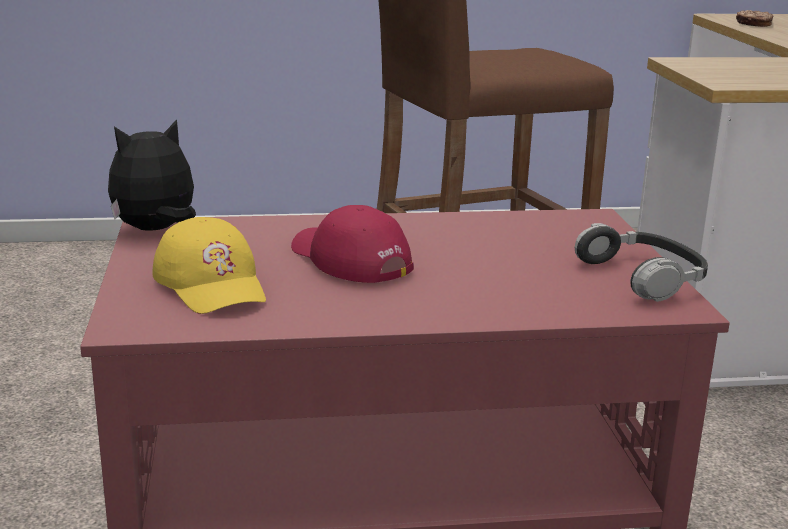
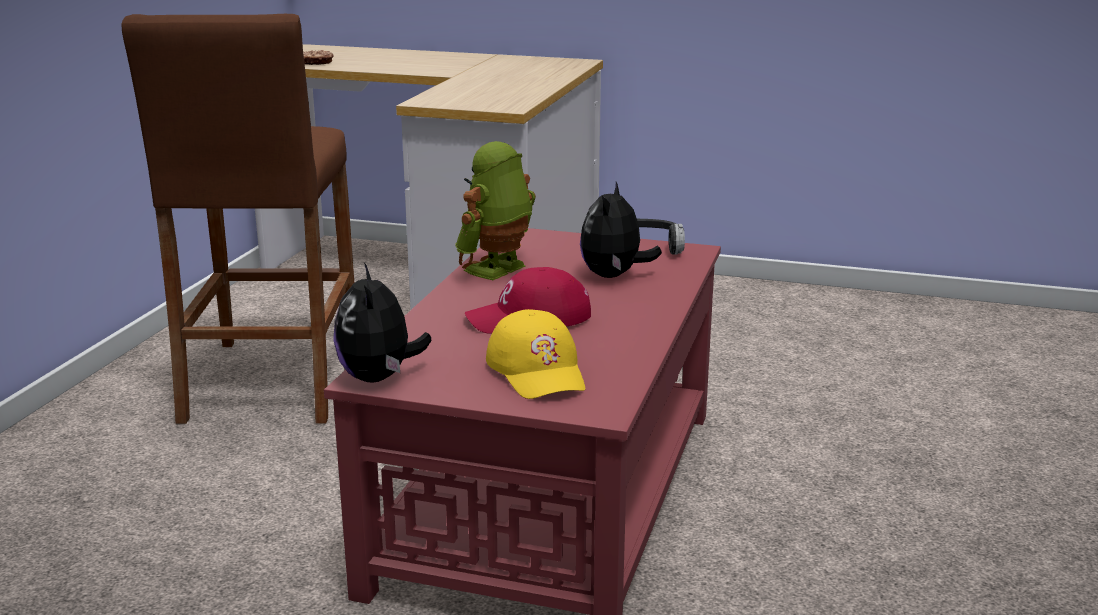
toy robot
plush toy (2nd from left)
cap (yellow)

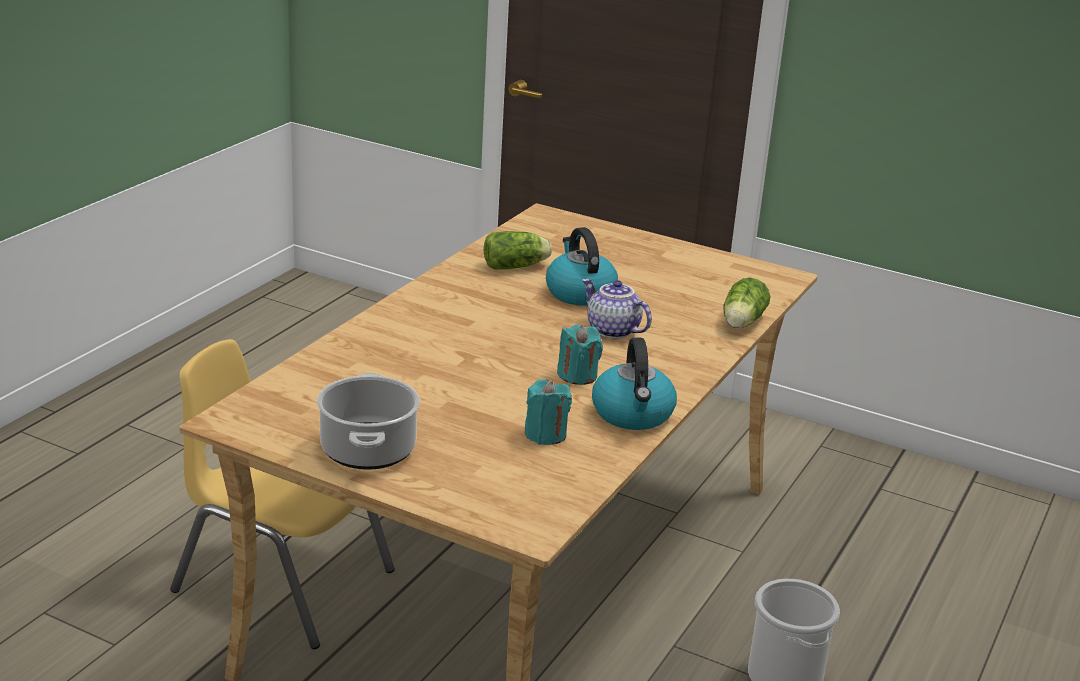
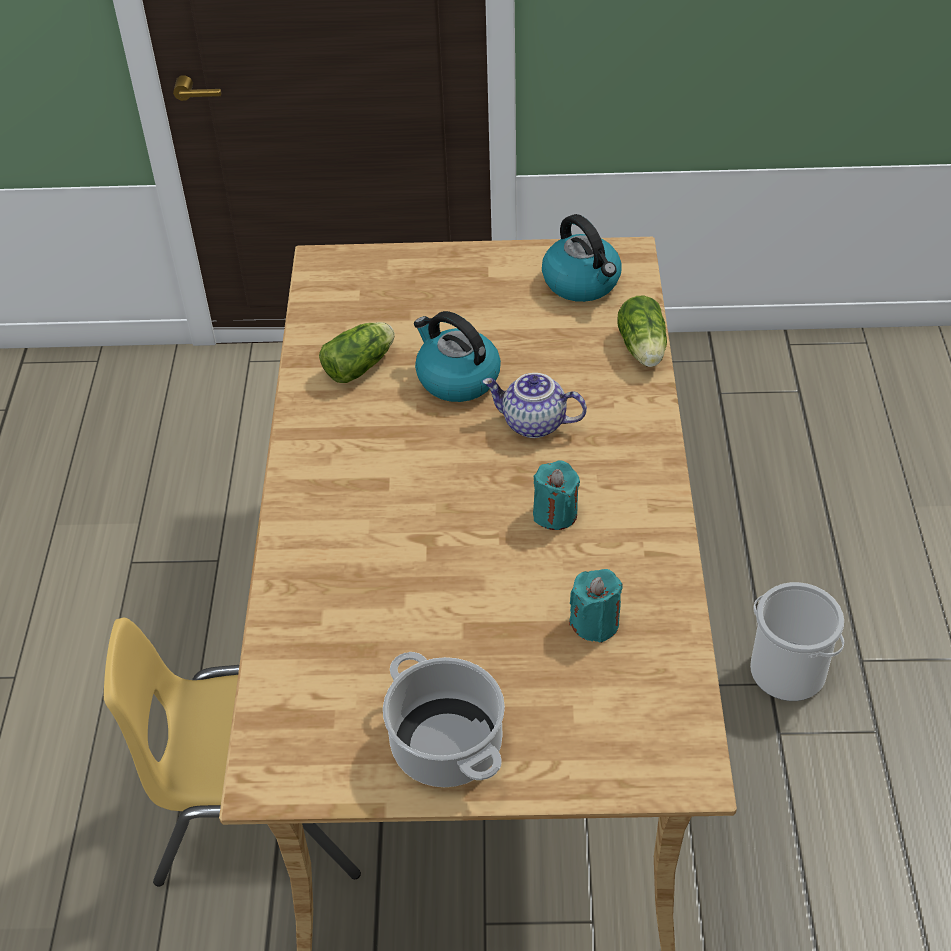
kettle (2nd from left)

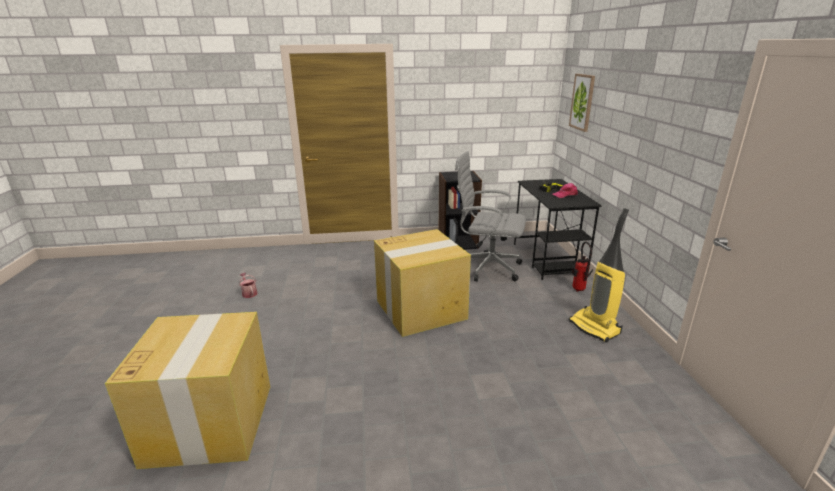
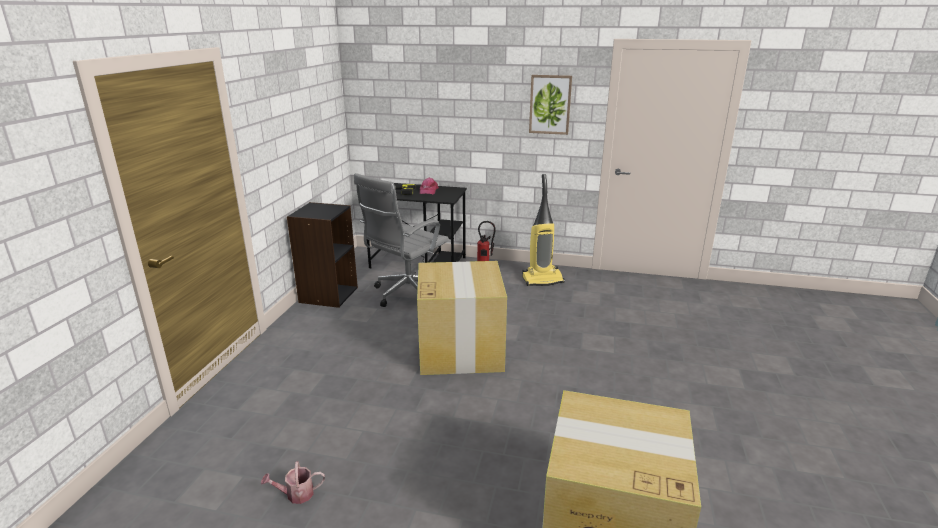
picture

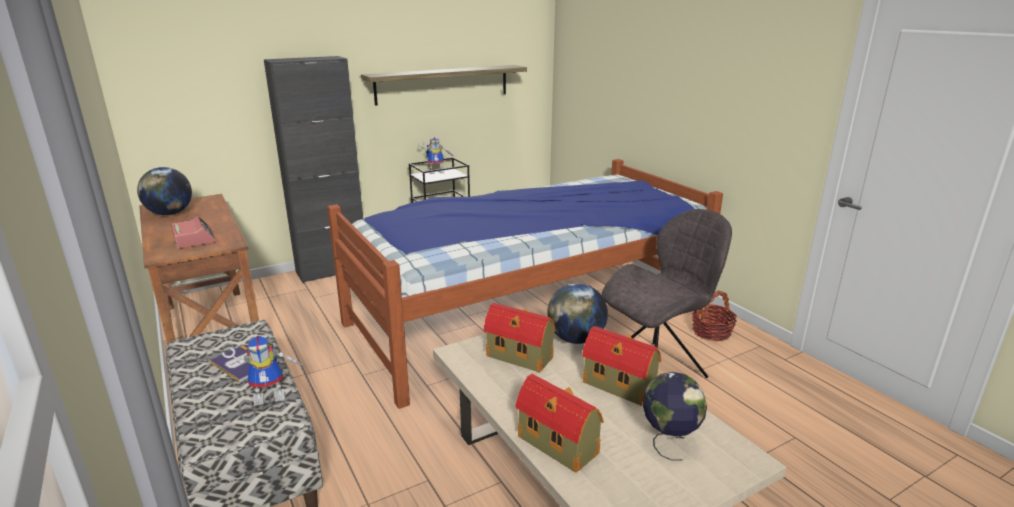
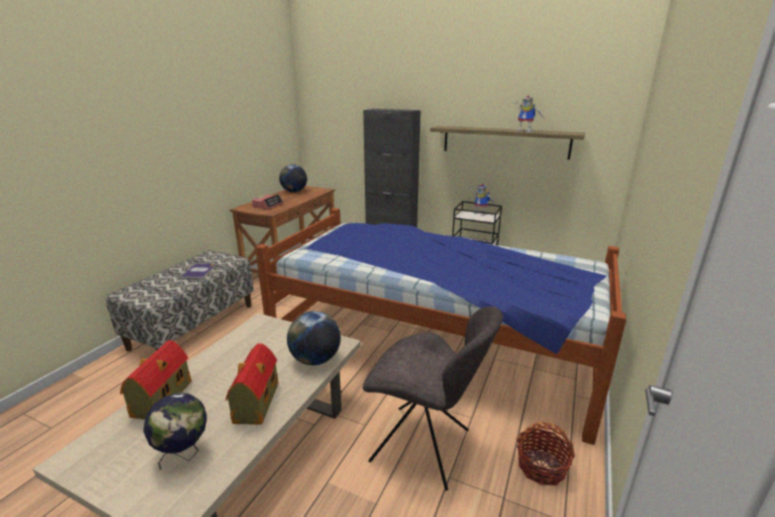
toy house (1st from left in the first image)
toy robot (2nd from left)

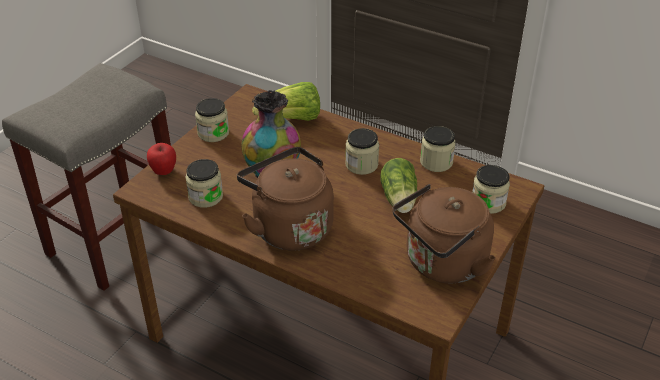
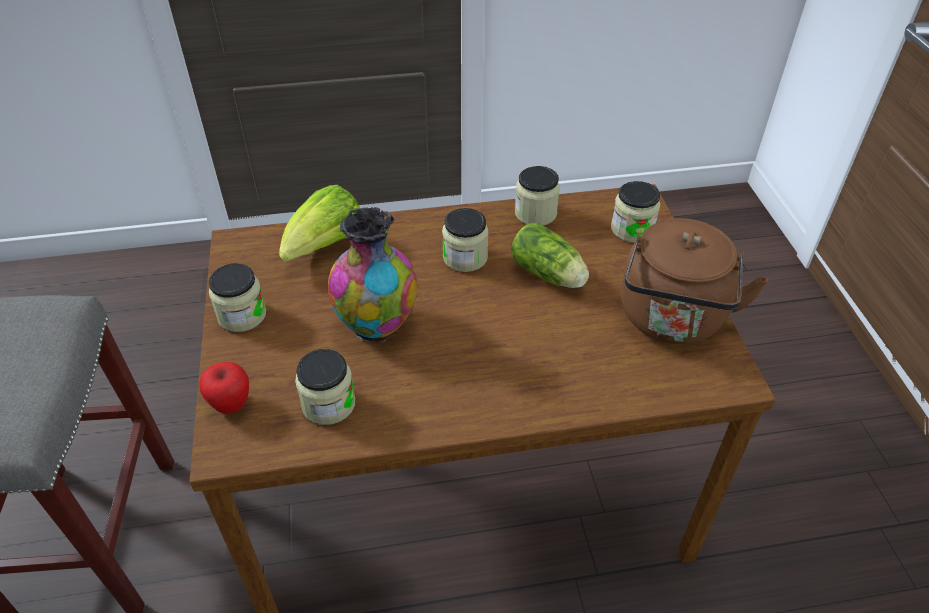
kettle (brown) (1st from left in the first image)

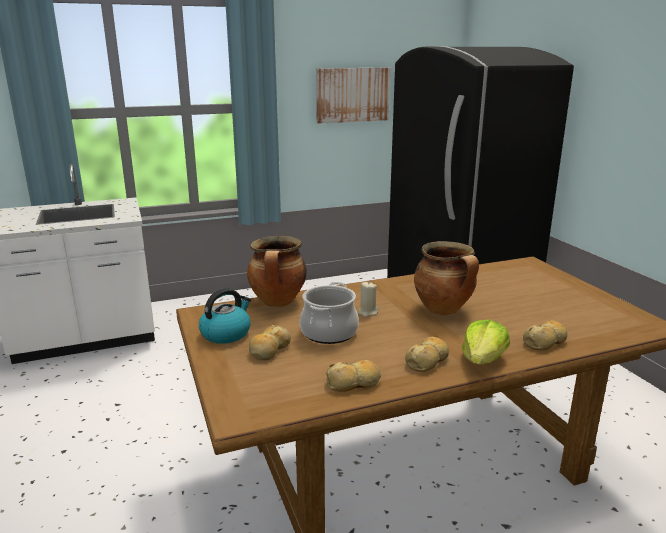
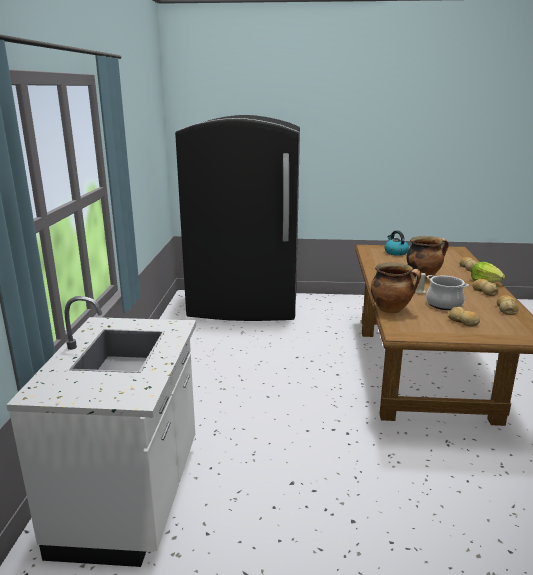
picture
kettle

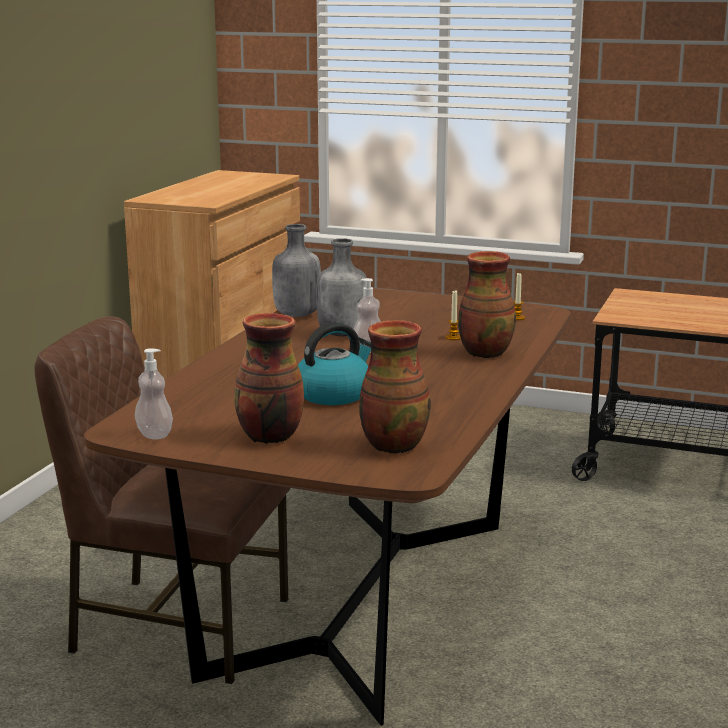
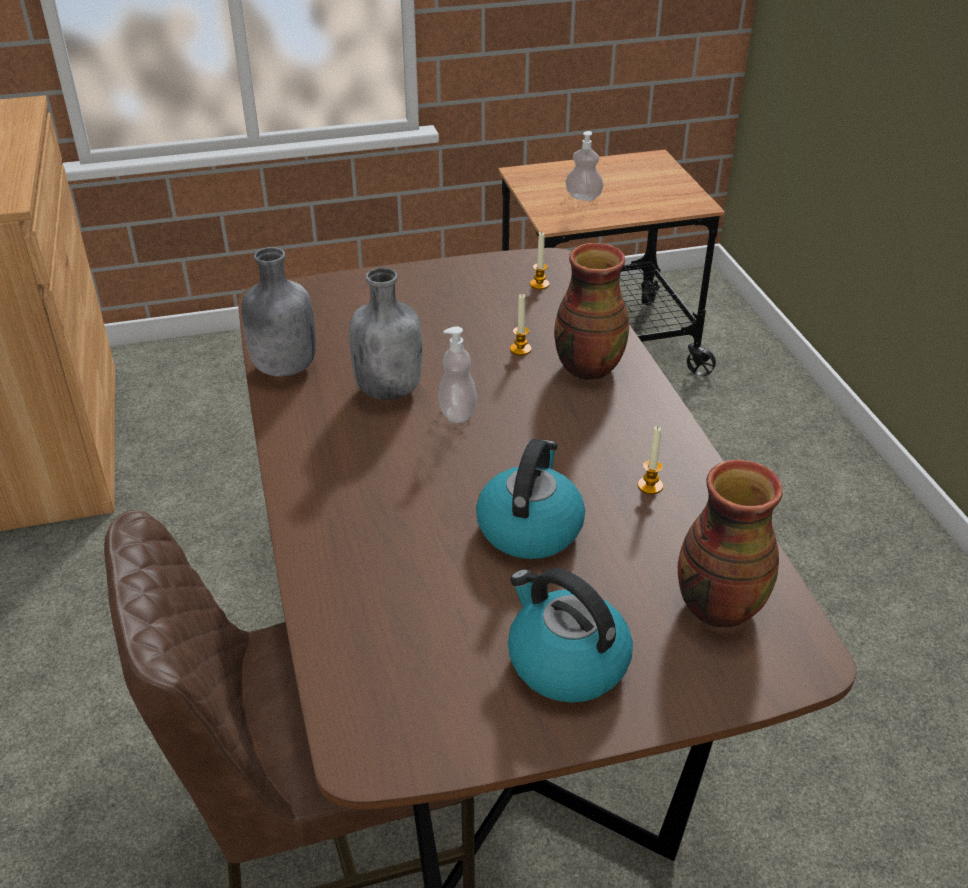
candle (3rd from left)
soap dispenser (2nd from left)
kettle (2nd from left)

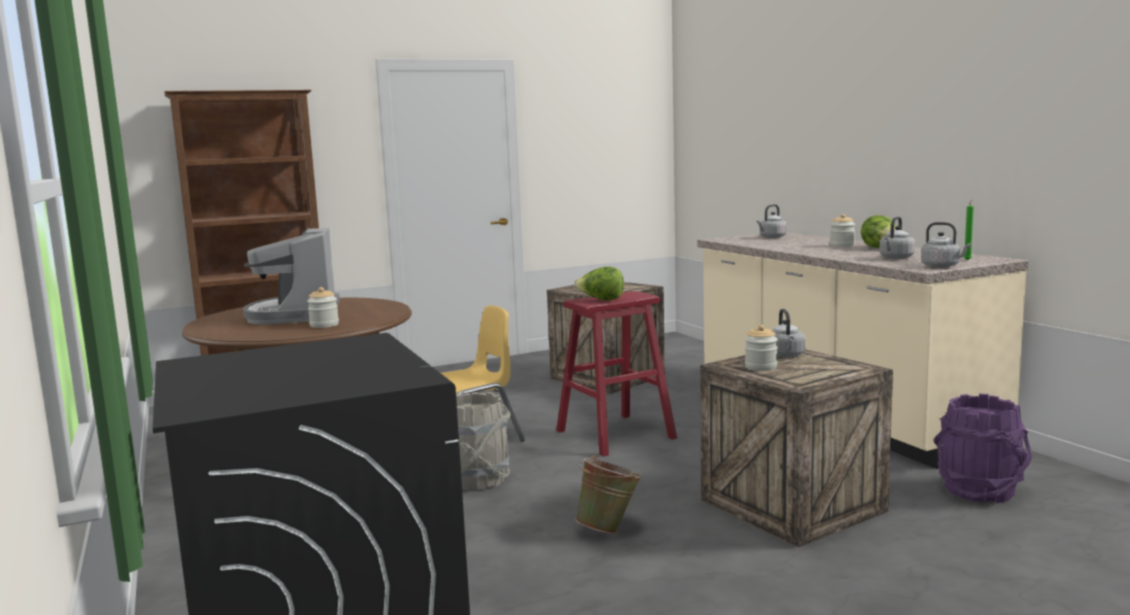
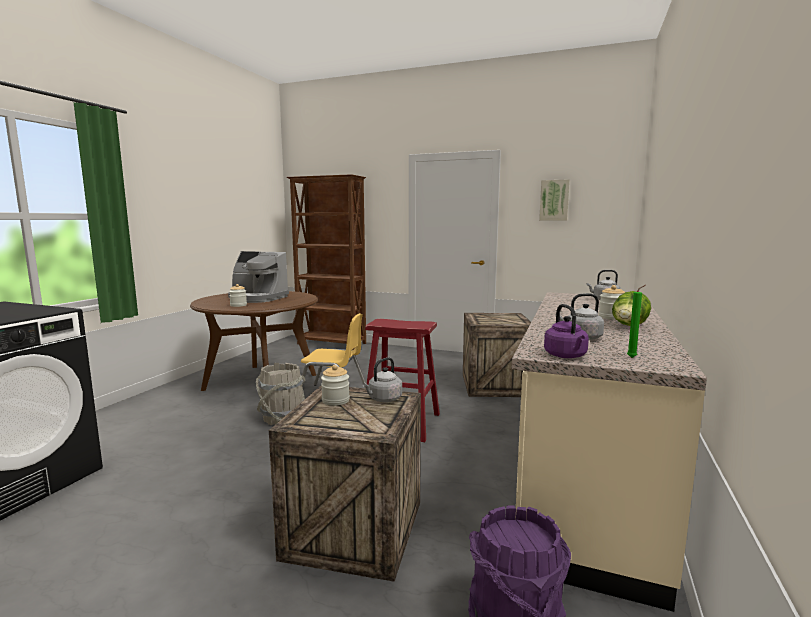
lettuce (1st from left in the first image)
bucket (green)
picture
kettle (purple)
coffee machine

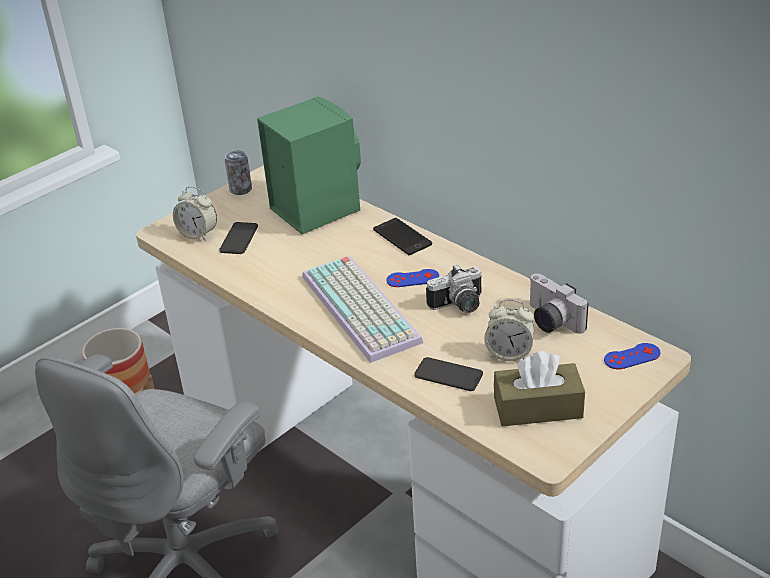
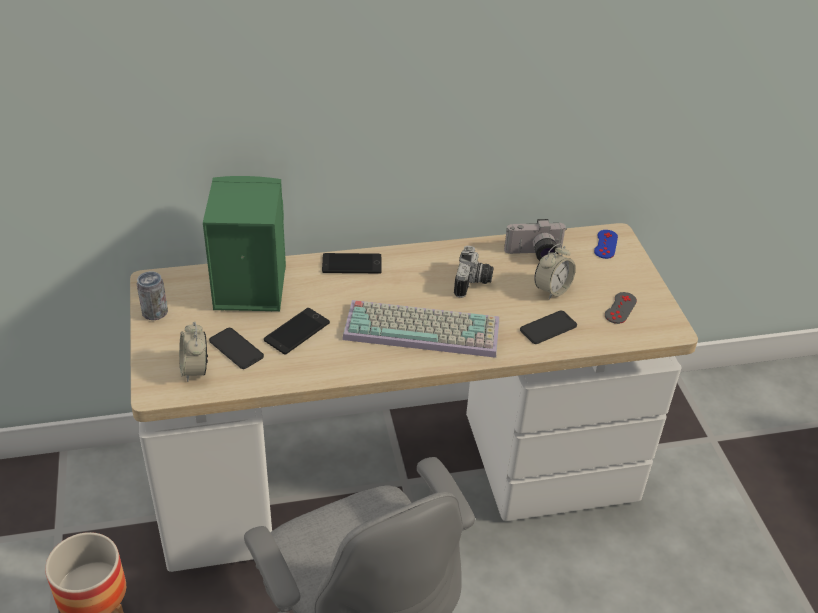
game controller (blue) (1st from left in the first image)
phone (2nd from left)
game controller (grey)
alarm clock (1st from left)

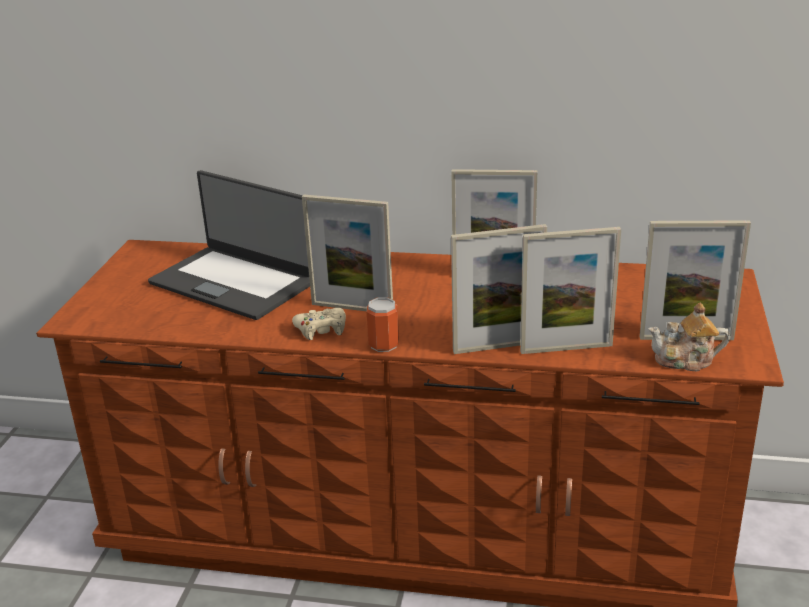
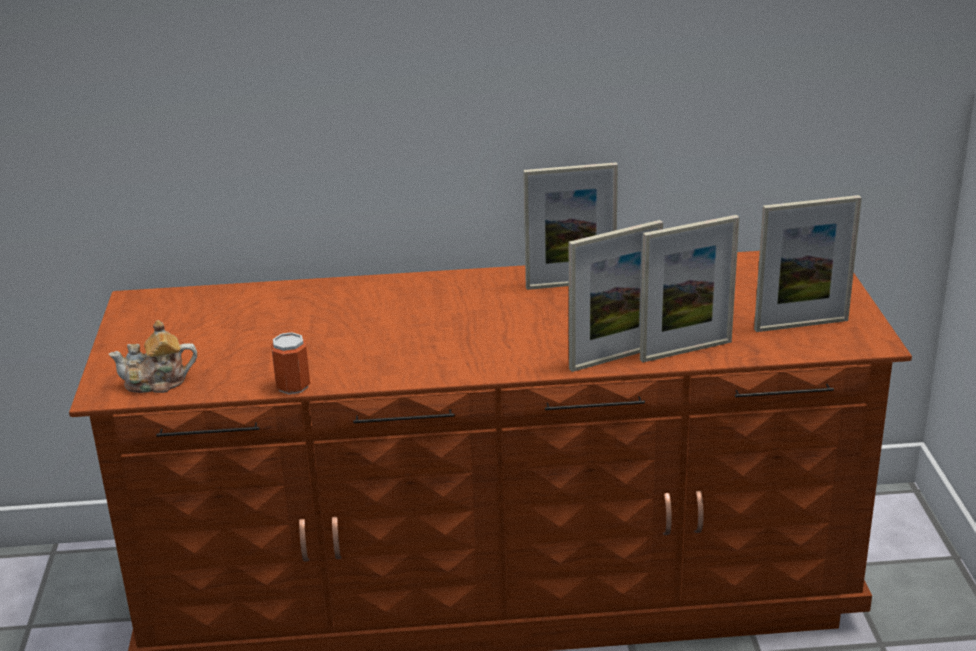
laptop
game controller (beige)
picture frame (1st from left in the first image)
can
teapot

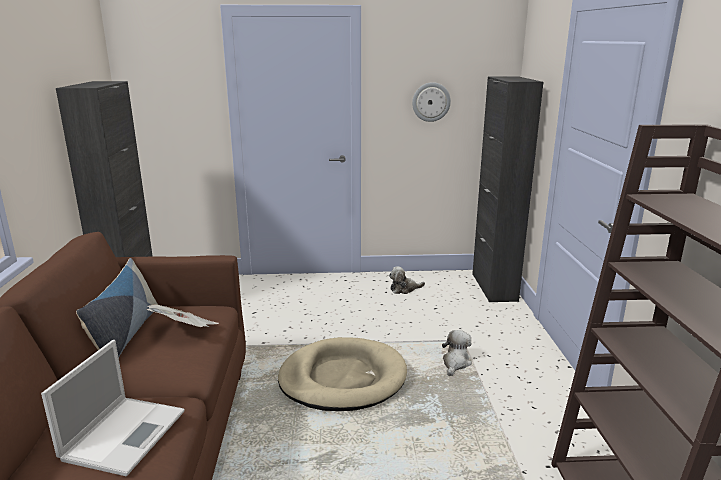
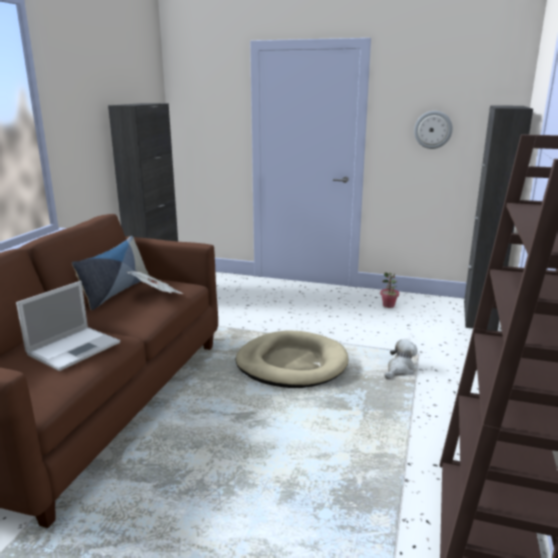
potted plant

